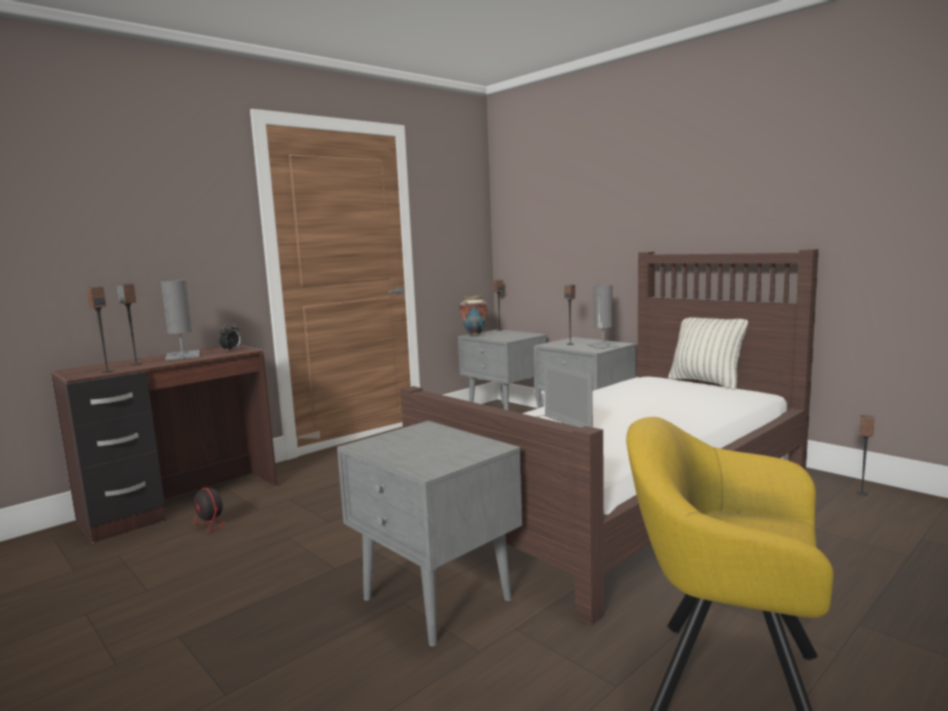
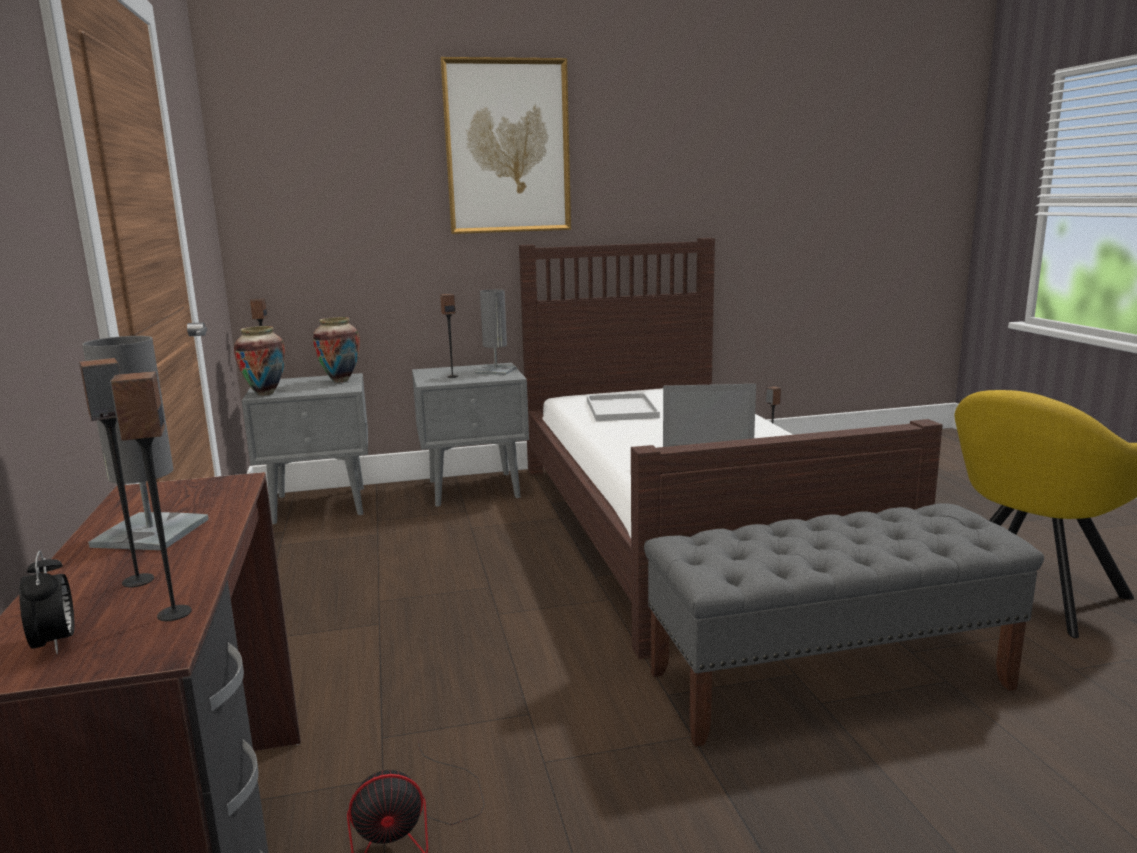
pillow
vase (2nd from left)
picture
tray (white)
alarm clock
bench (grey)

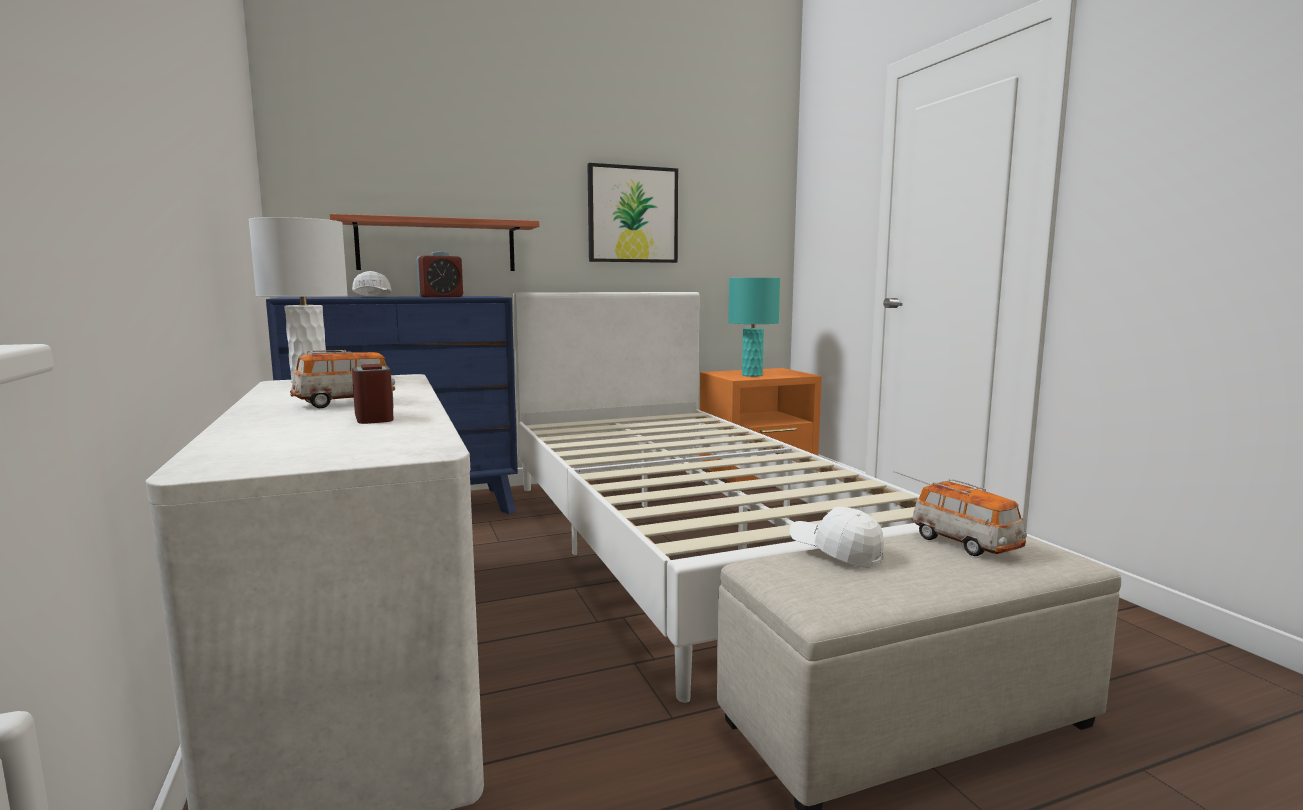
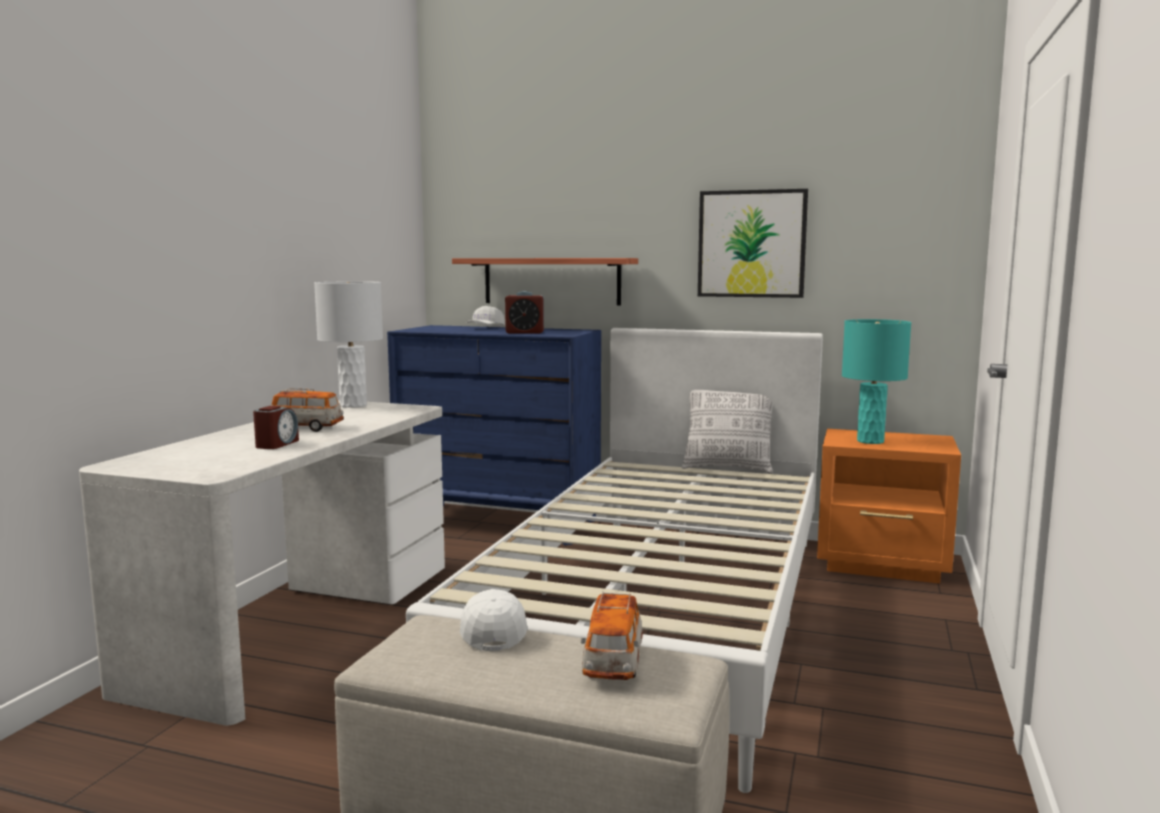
pillow

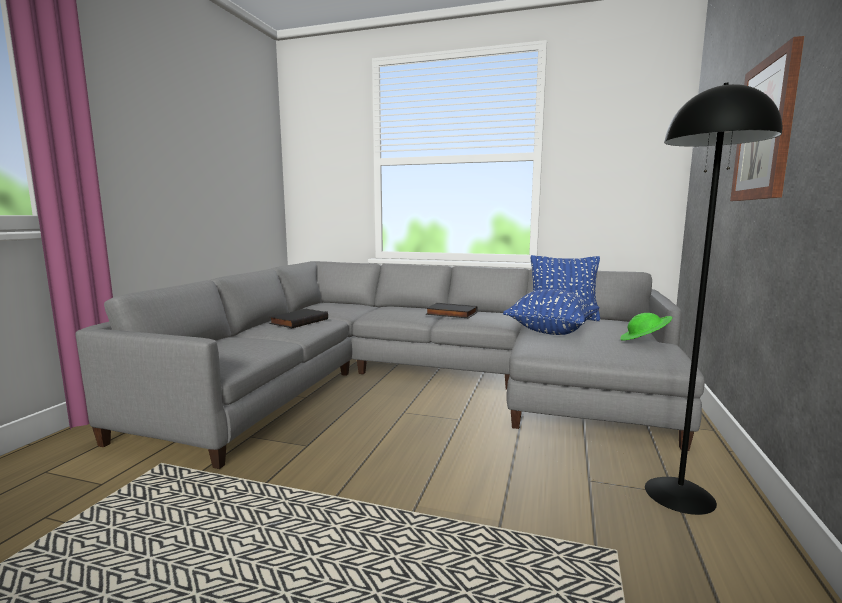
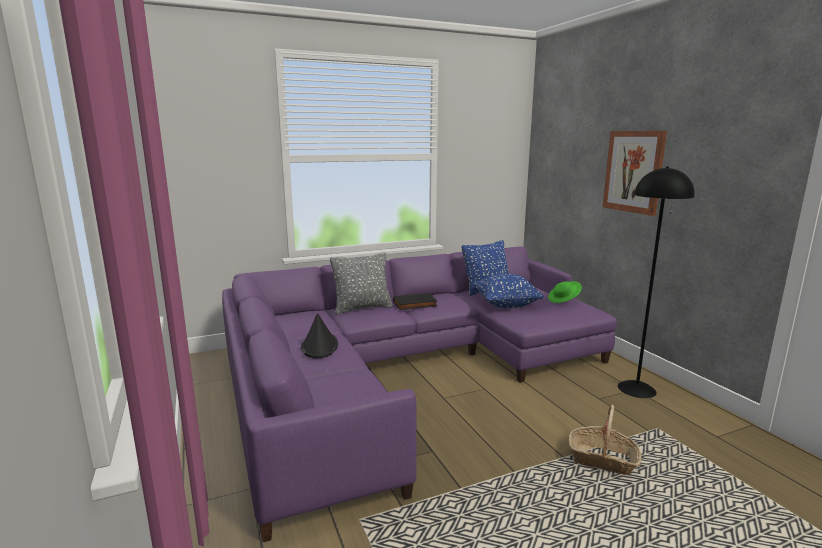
pillow (grey)
basket
hat (black)
sofa (purple)

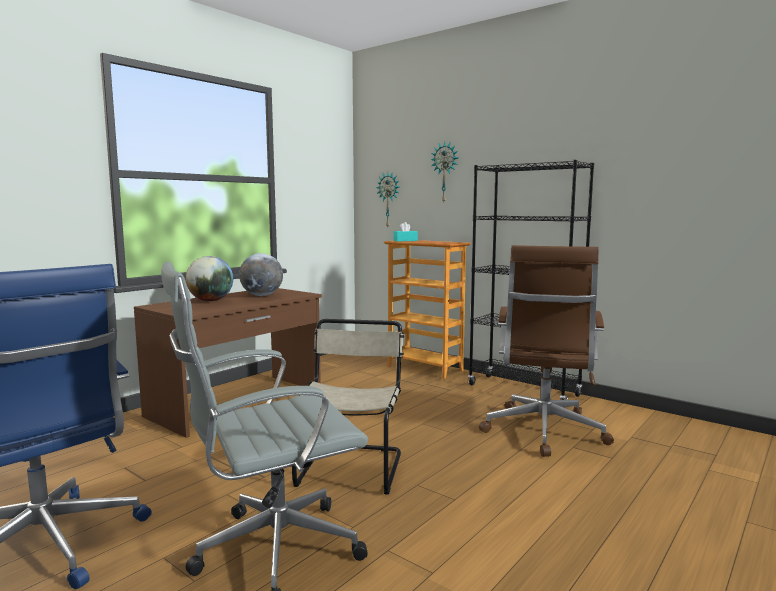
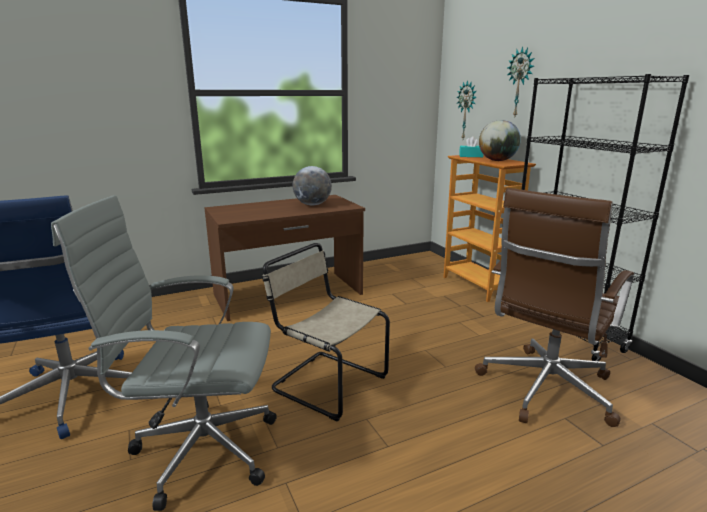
globe (2nd from left)
chair (beige)

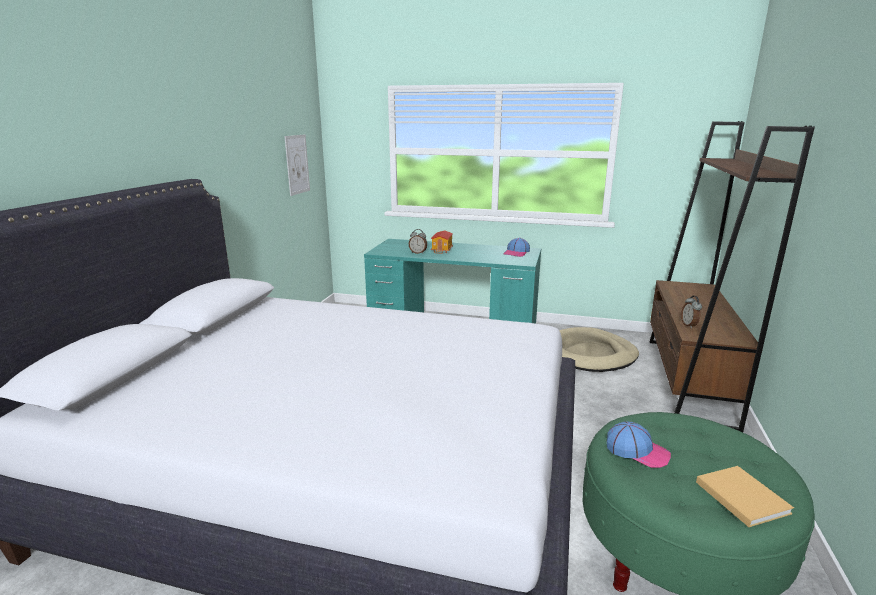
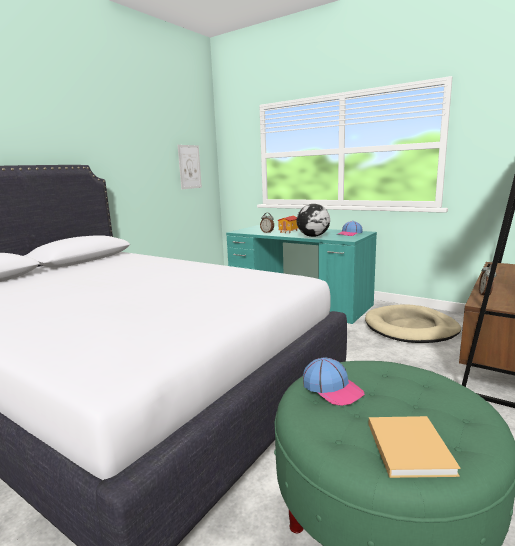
globe

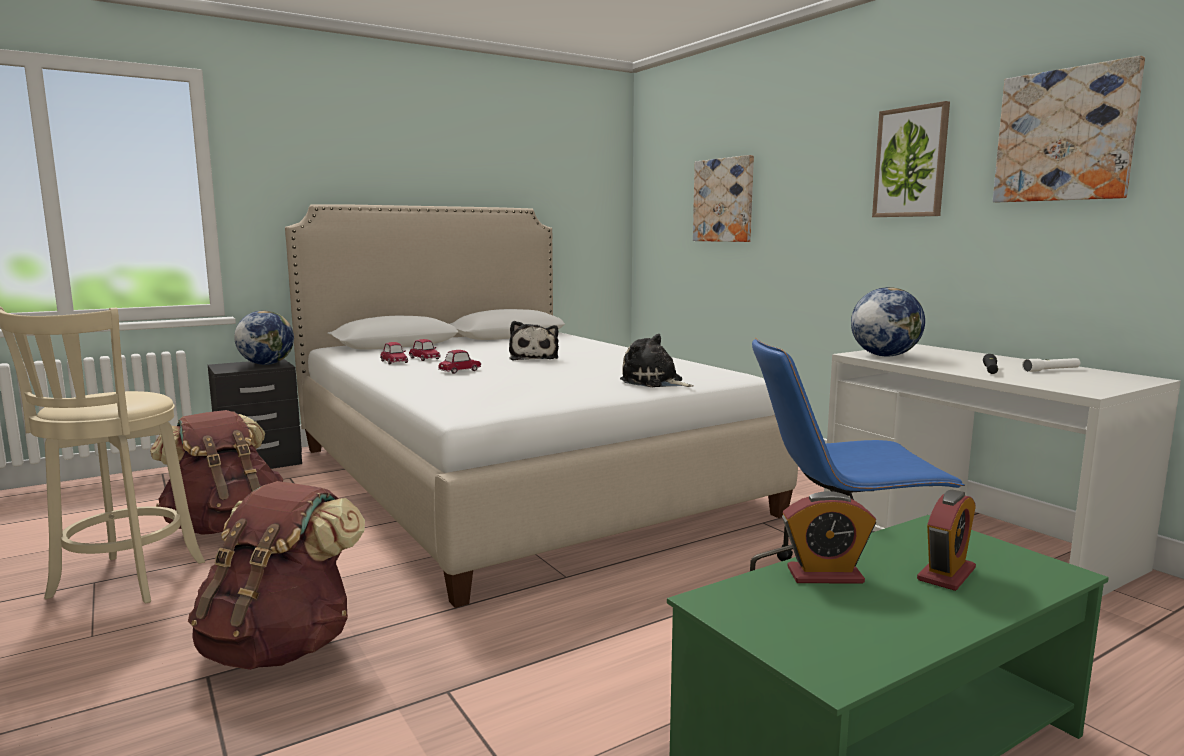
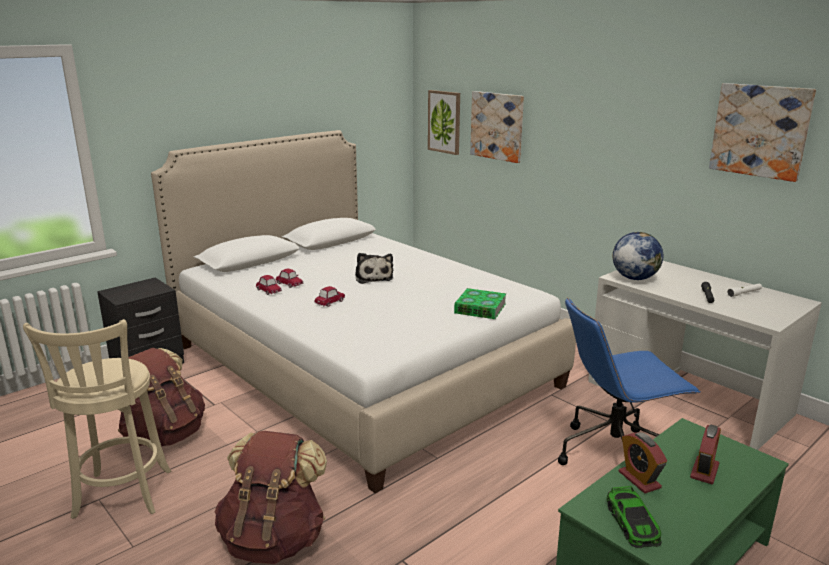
globe (1st from left in the first image)
toy car (4th from left)
picture (1st from left)
book
alarm clock (1st from left)

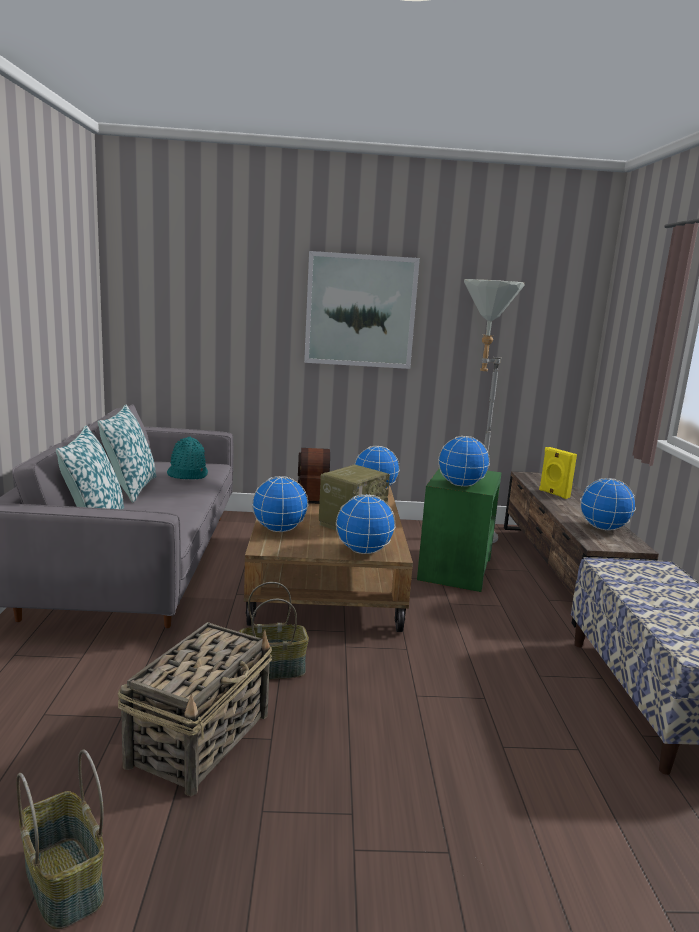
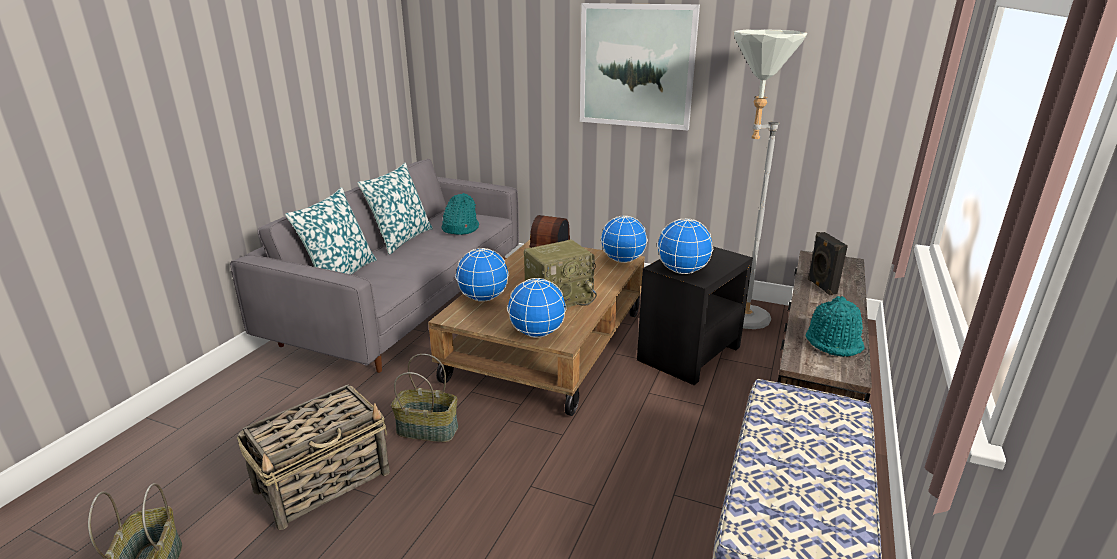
hat (turquoise) (2nd from left)
side table (black)
speaker (black)

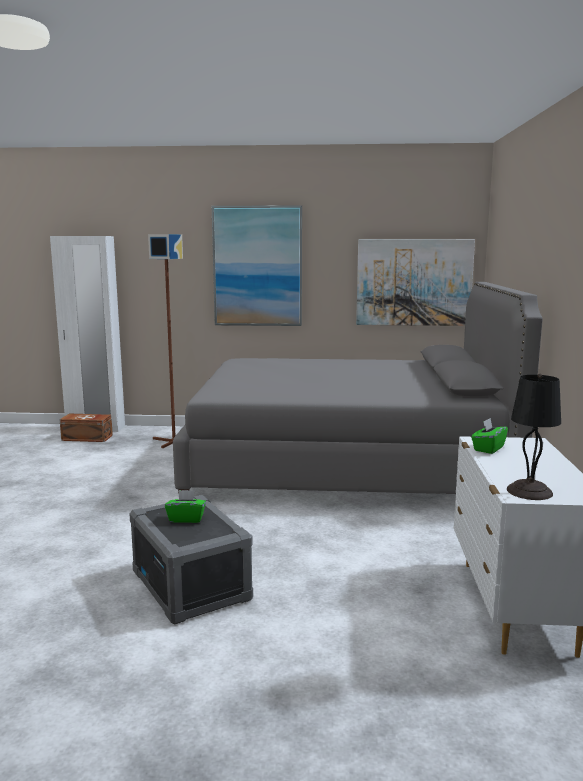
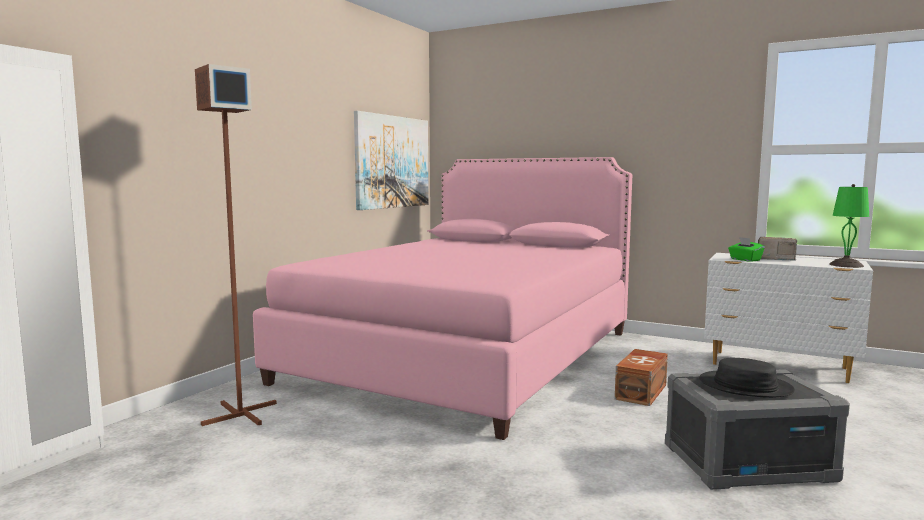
picture (1st from left in the first image)
radio
storage box (brown)
hat (black)
bed (pink)
table lamp (green)

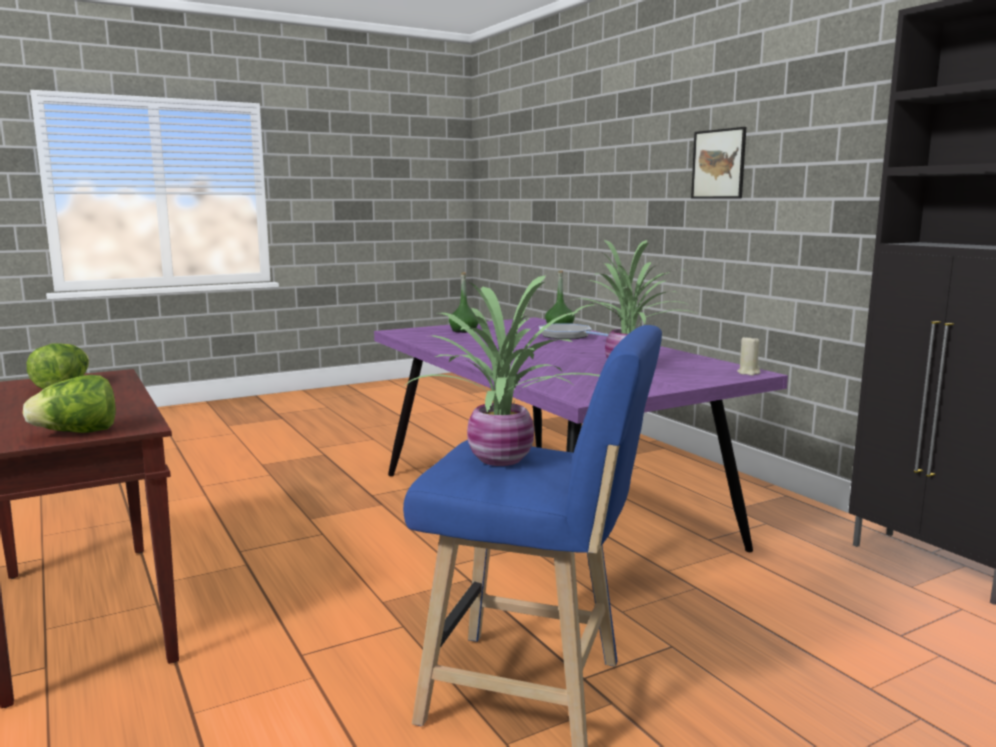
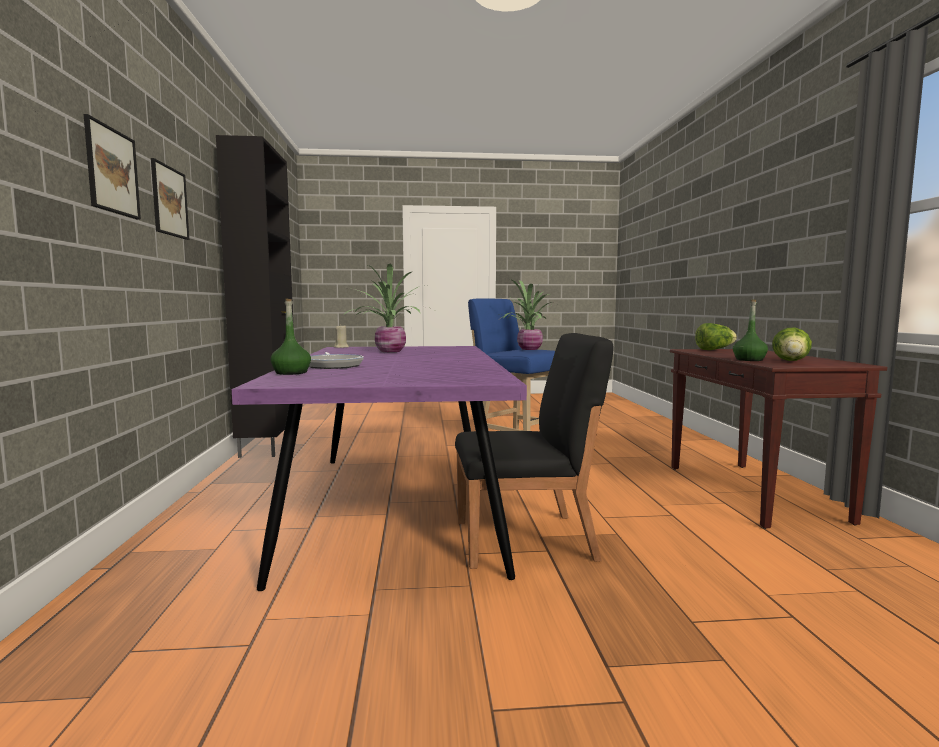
picture (2nd from left)
chair (black)
bottle (green) (2nd from left)

